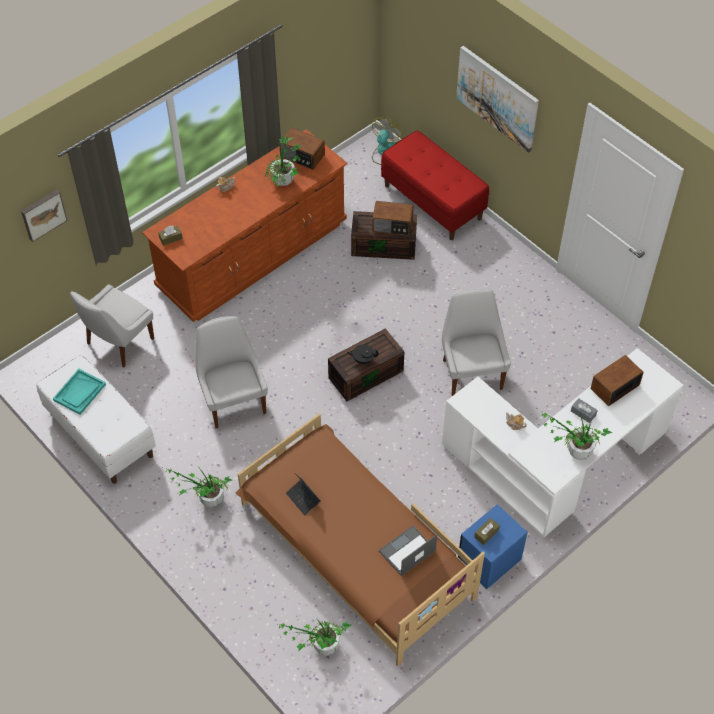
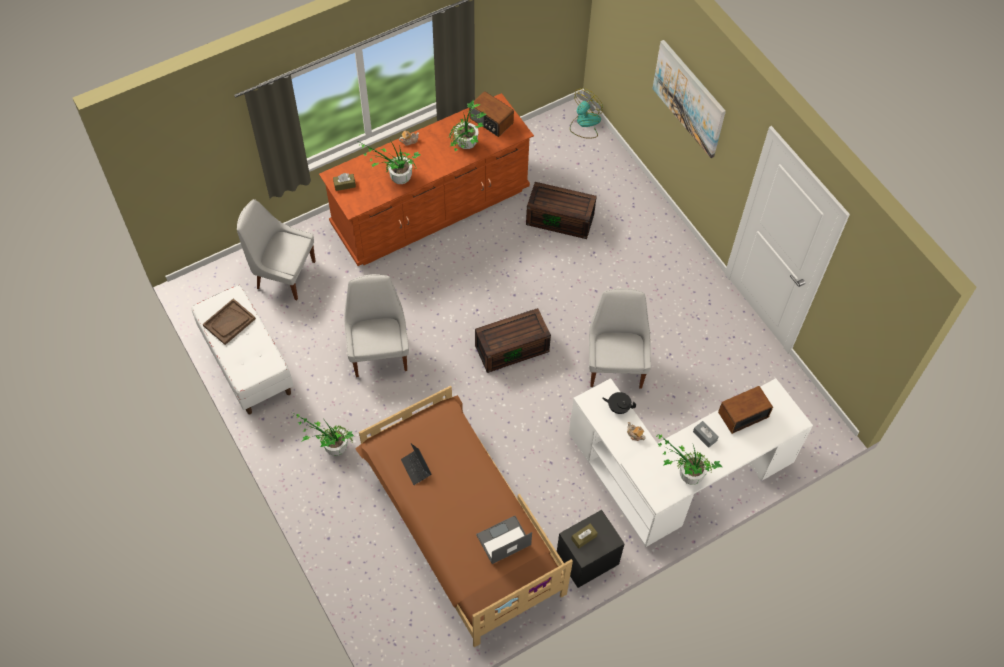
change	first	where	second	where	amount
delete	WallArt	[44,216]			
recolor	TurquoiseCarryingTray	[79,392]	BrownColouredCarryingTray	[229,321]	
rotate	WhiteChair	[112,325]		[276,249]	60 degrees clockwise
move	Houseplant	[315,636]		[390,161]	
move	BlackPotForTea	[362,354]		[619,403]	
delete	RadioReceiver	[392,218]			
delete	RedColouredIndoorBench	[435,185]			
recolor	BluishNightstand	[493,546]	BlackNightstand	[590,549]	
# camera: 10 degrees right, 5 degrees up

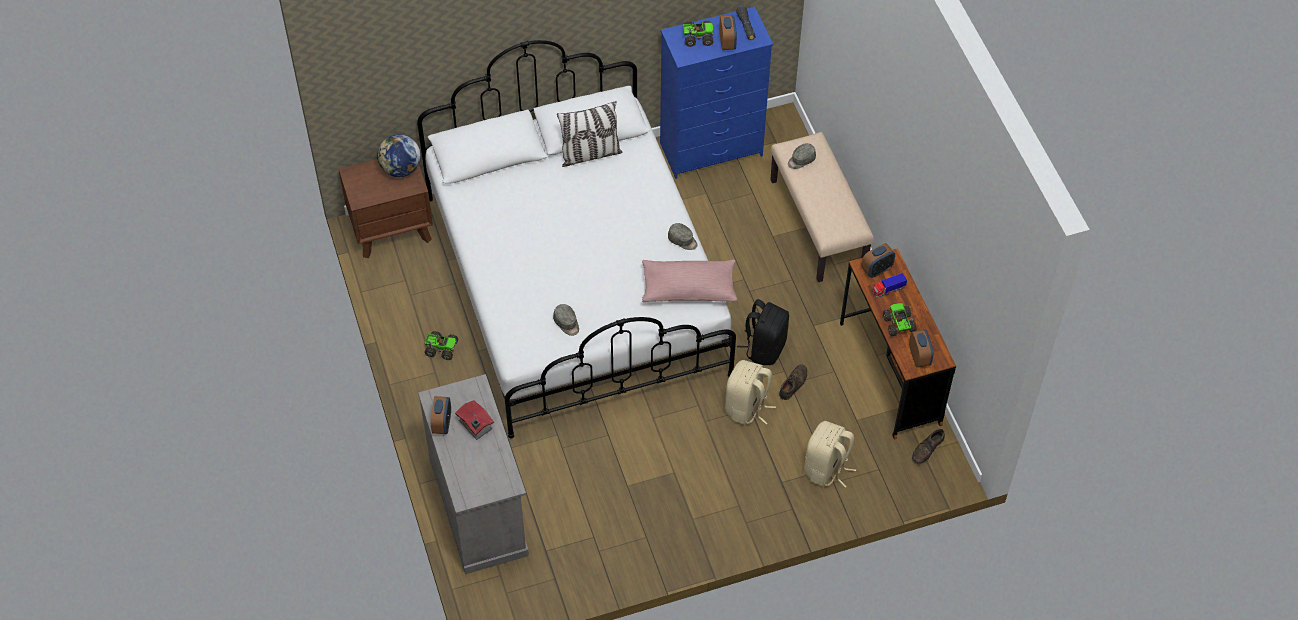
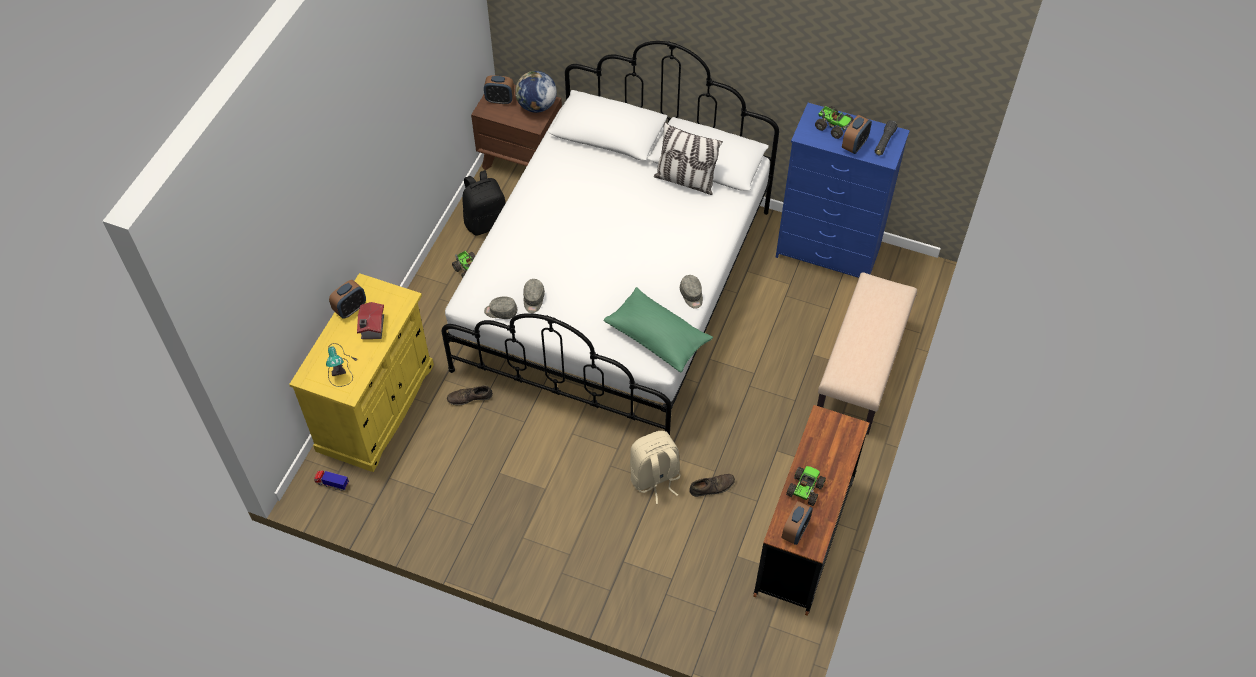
change	first	where	second	where	amount
recolor	GreyishStorageCabinet	[473,474]	YellowishStorageCabinet	[361,372]	
recolor	PinkishCushion	[689,281]	GreenishCushion	[658,330]	
move	BlackKnapsack	[763,332]		[484,203]	
move	GreyishPeakedCap	[802,156]		[500,308]	
delete	BeigeColouredKnapsack	[830,454]			
move	AlarmClock	[878,260]		[499,90]	
move	ToyLorry	[890,285]		[331,480]	
move	BrownColouredItemOfFootwear	[928,446]		[470,395]	
insert			LampForATable	[341,365]	
# camera: 40 degrees right, 0 degrees up

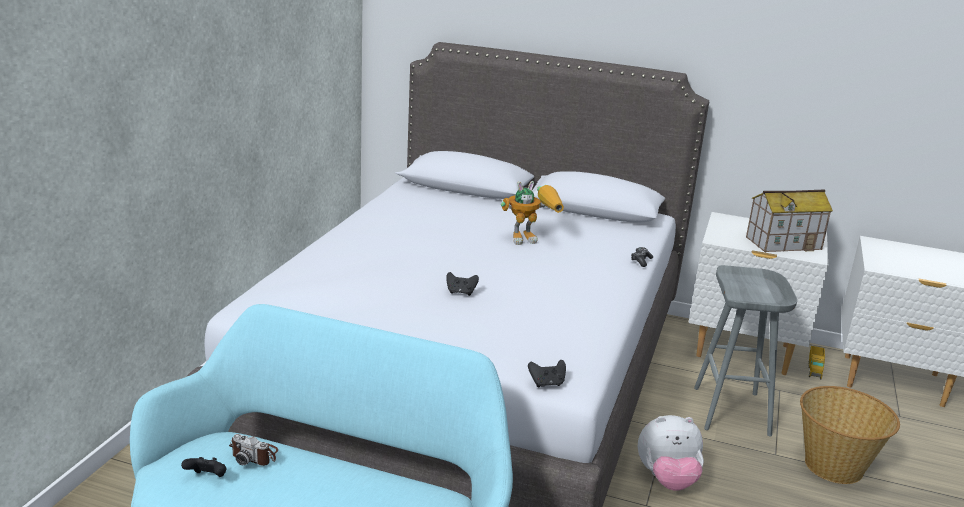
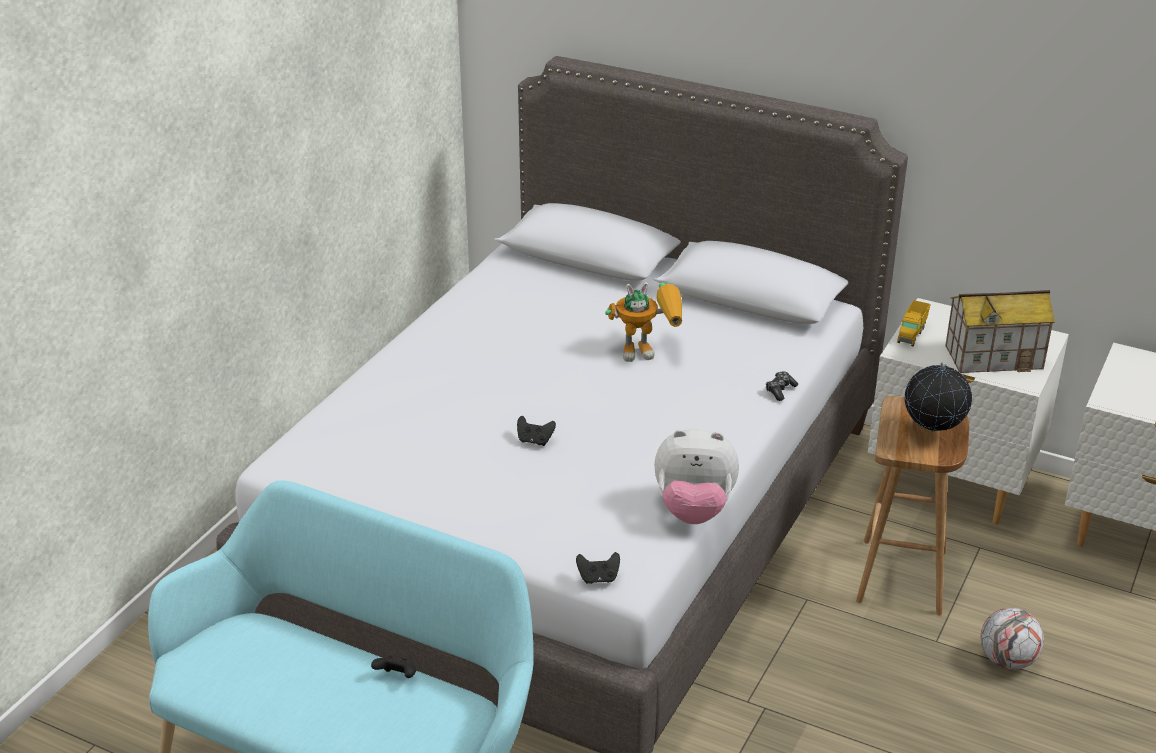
change	first	where	second	where	amount
move	BlackGamepad	[204,467]		[393,666]	
delete	PhotoCamera	[253,450]			
move	PlushToy	[671,453]		[696,476]	
recolor	GreyishStool	[745,351]	BrownColouredStool	[912,505]	
replace	Basket	[850,435]	FootballBall	[1012,639]	
move	ToyLorry	[816,362]		[914,323]	
insert			Globe	[938,397]	
# camera: 10 degrees right, 10 degrees up

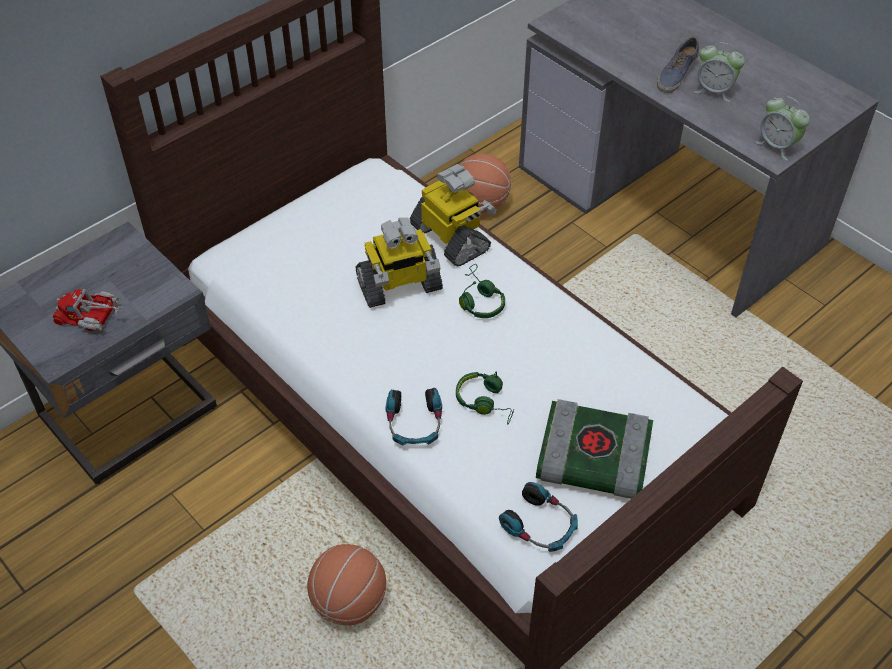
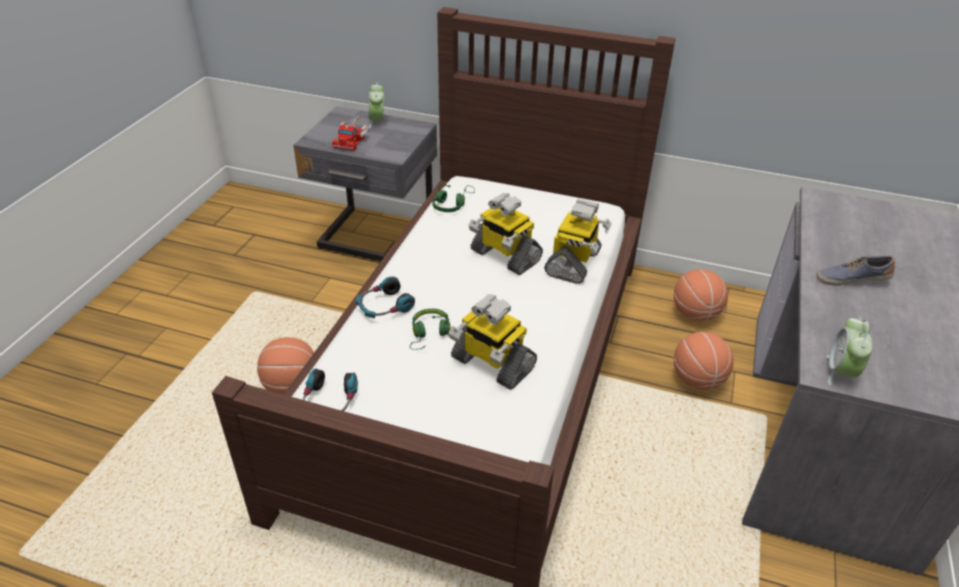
change	first	where	second	where	amount
rotate	ToyLorry	[87,310]		[350,133]	150 degrees counterclockwise
move	GreenishHeadset	[482,291]		[453,198]	
delete	Volume	[594,449]			
move	AlarmClock	[719,72]		[376,105]	
insert			ModelRobot	[492,342]	
insert			Basketball	[703,361]	
# camera: 60 degrees right, 10 degrees down

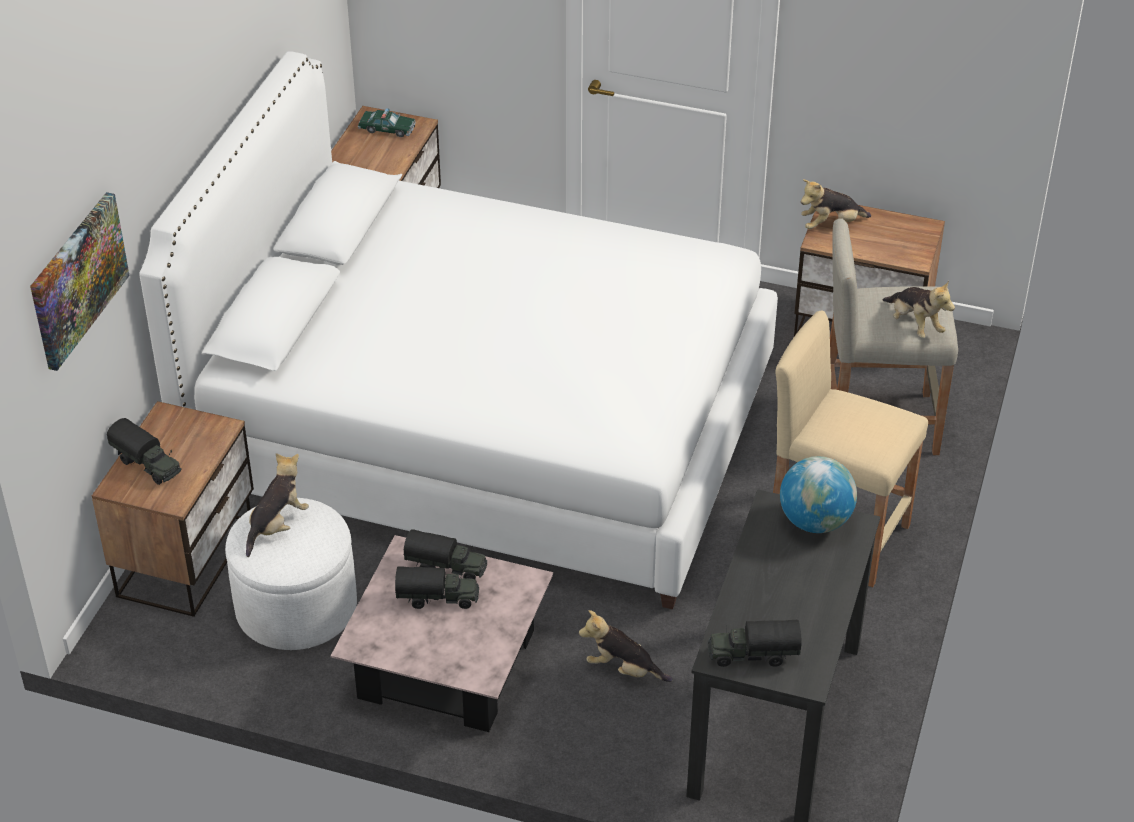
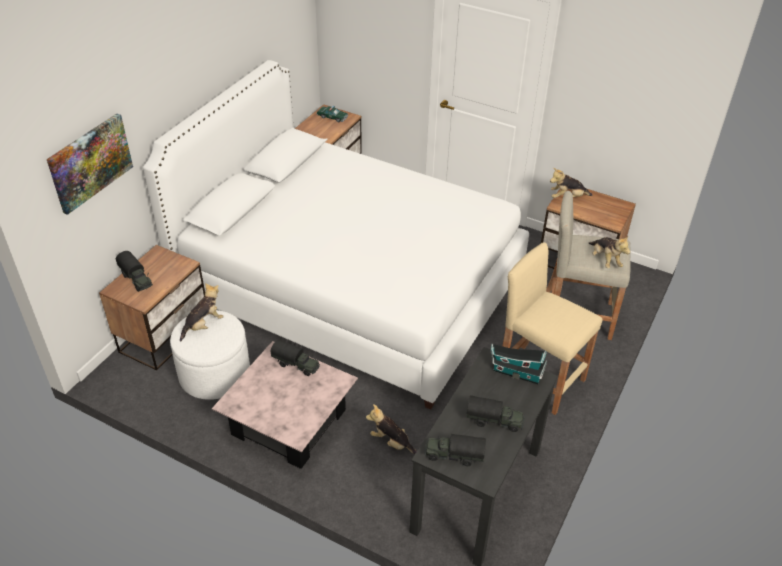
change	first	where	second	where	amount
move	ToyLorry	[437,587]		[495,413]	
replace	Globe	[818,494]	ToyHouse	[519,363]	
# camera: 10 degrees right, 0 degrees up

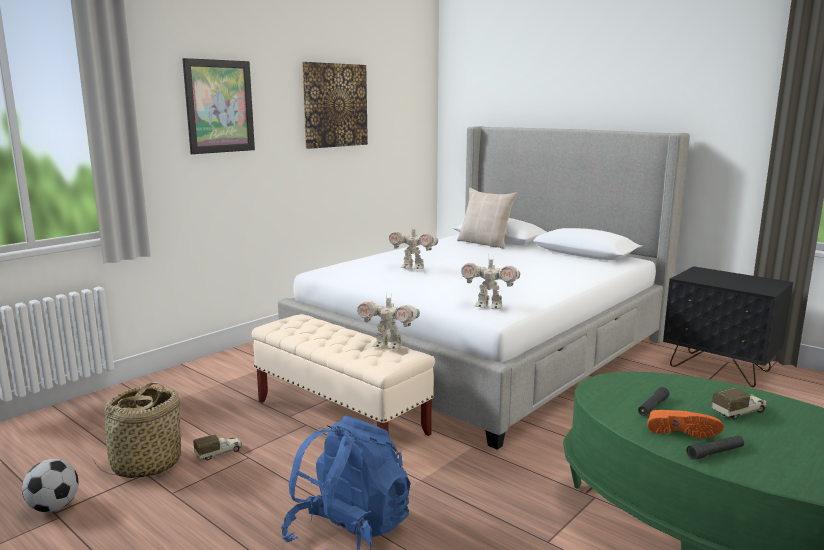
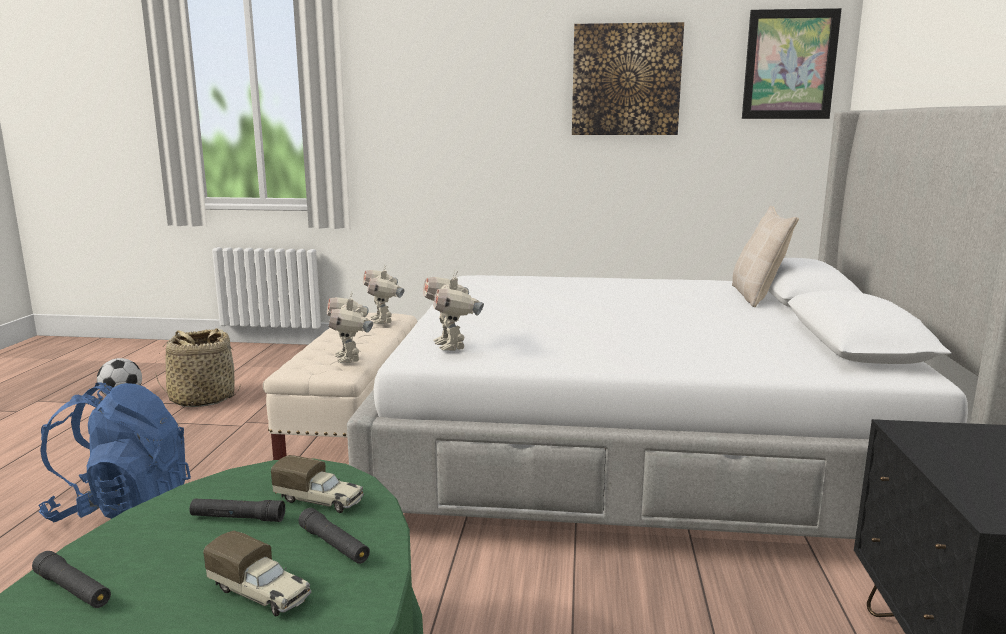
change	first	where	second	where	amount
move	WallArt	[218,106]		[792,63]	
move	ToyLorry	[217,447]		[317,484]	
move	ModelRobot	[413,248]		[384,295]	
delete	OrangeyItemOfFootwear	[685,424]			
insert			BlackHandTorch	[334,536]	
# camera: 55 degrees right, 0 degrees up

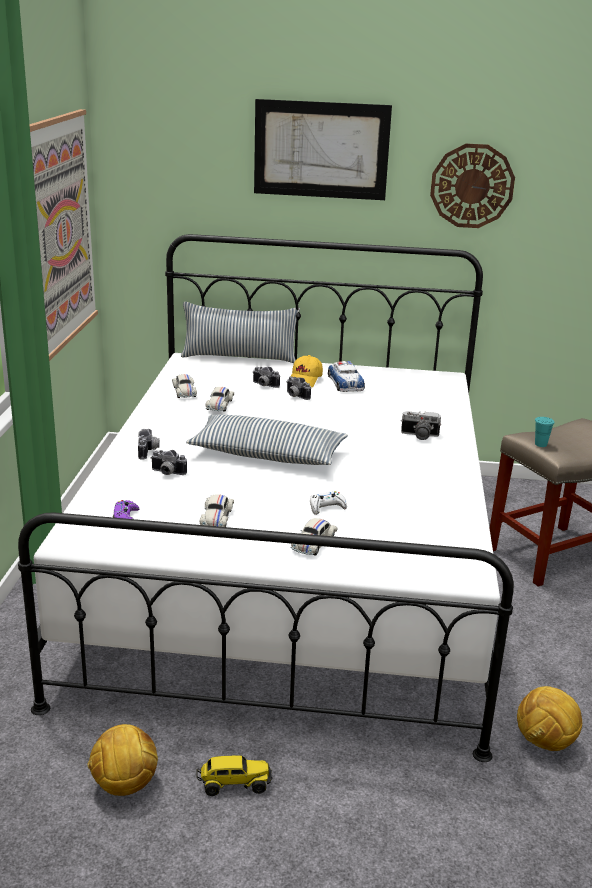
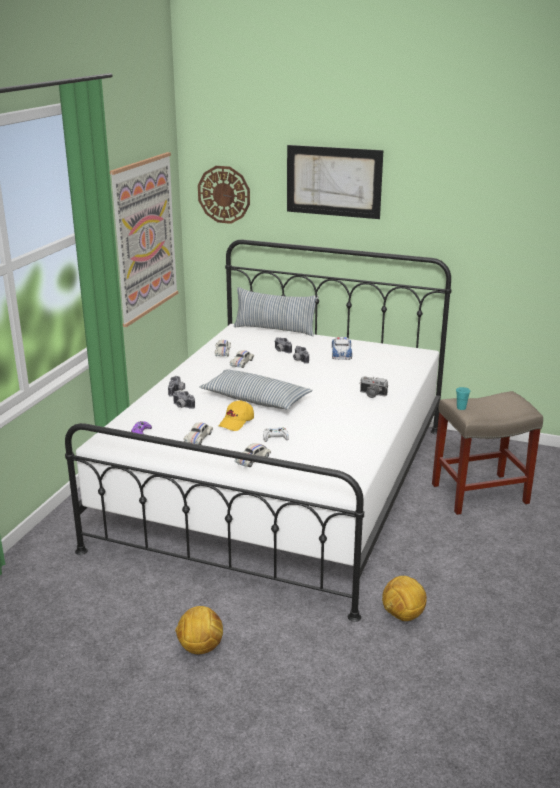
change	first	where	second	where	amount
move	FootballBall	[122,760]		[199,630]	
delete	ToyLorry	[234,775]			
move	YellowishPeakedCap	[307,371]		[236,415]	
move	WallClock	[472,186]		[224,195]	
# camera: 15 degrees right, 0 degrees up

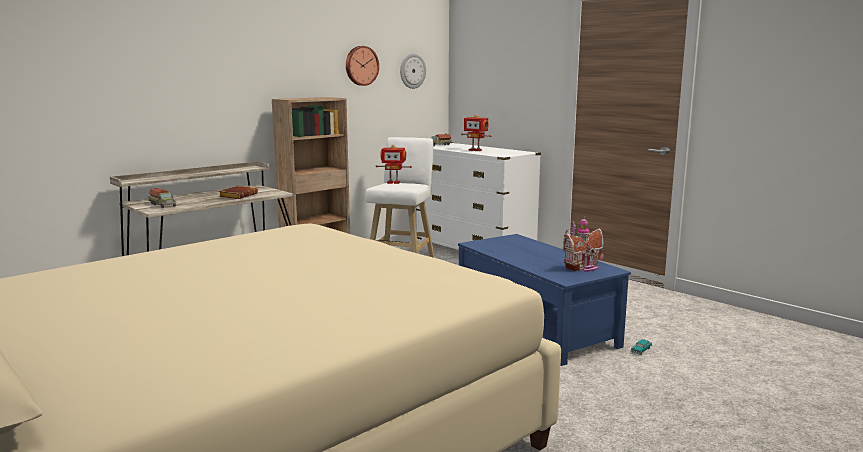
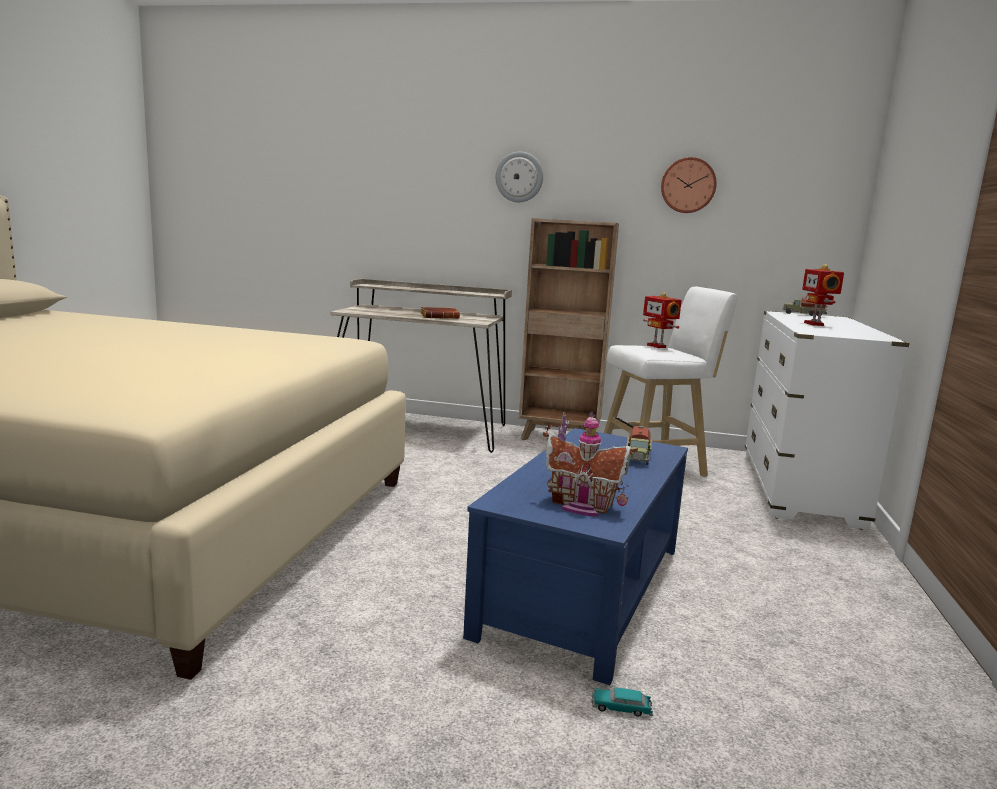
change	first	where	second	where	amount
move	ToyLorry	[162,197]		[639,445]	
move	WallClock	[413,71]		[519,177]	
# camera: 55 degrees right, 0 degrees up

